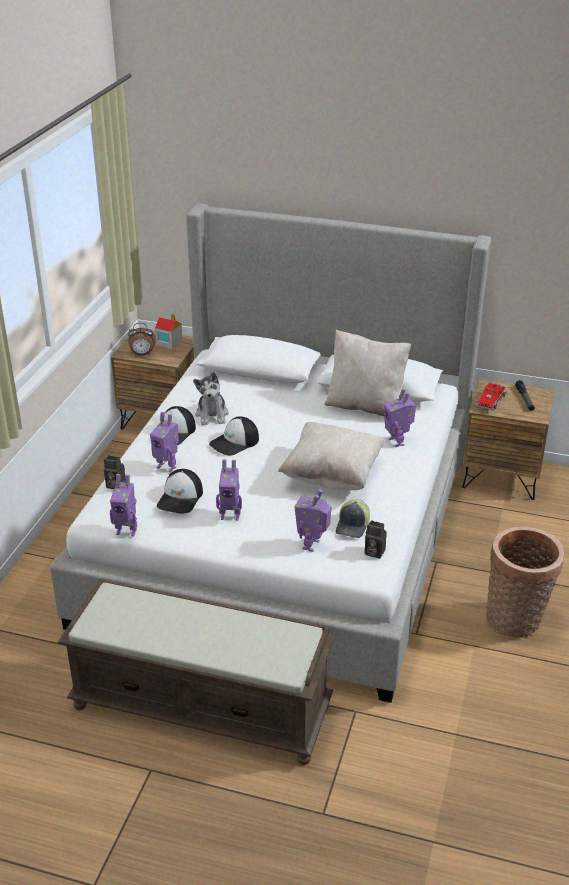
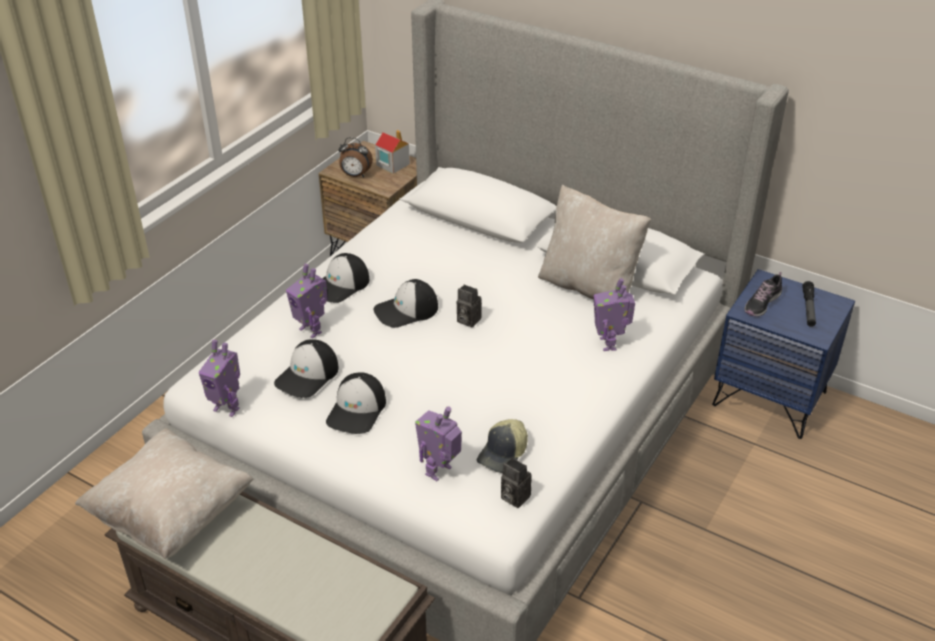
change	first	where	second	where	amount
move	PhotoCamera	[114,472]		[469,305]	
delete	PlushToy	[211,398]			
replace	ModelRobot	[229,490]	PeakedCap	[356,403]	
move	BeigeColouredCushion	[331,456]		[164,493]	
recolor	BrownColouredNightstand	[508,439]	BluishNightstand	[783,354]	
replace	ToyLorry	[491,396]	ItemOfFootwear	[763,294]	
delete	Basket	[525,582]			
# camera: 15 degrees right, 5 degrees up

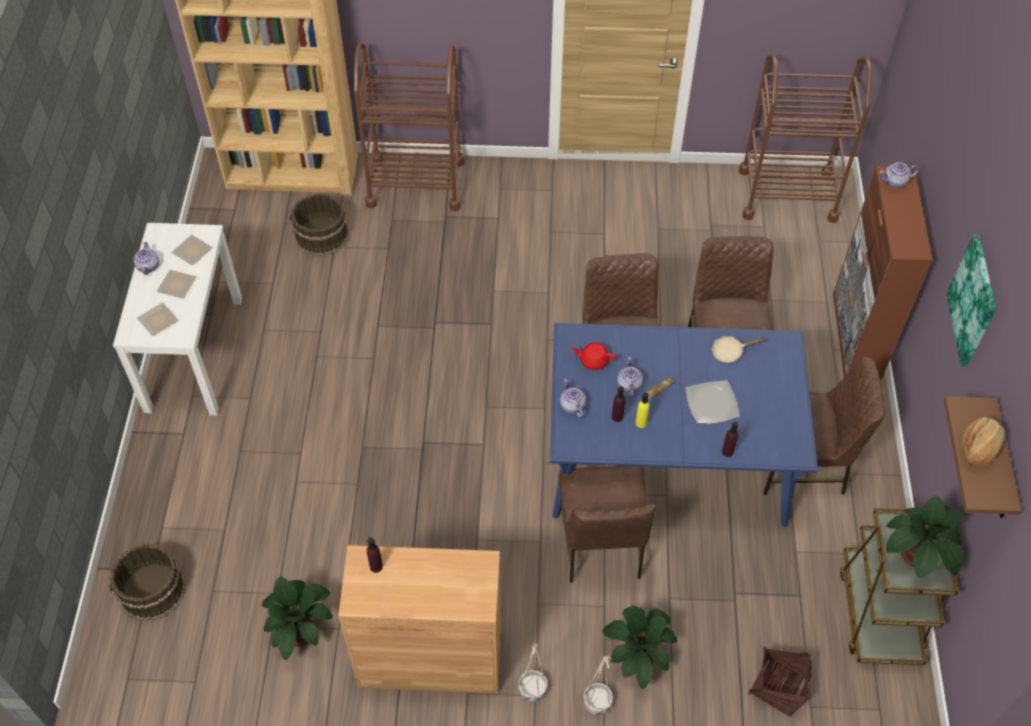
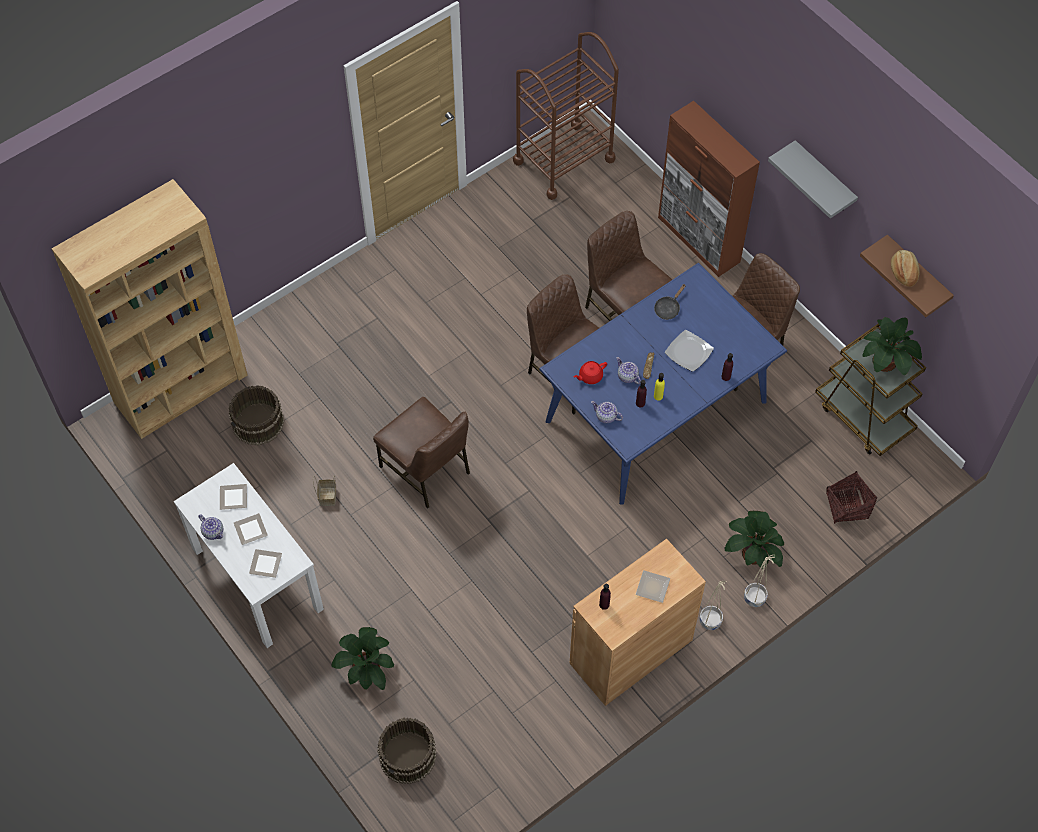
change	first	where	second	where	amount
move	Houseplant	[297,618]		[363,658]	
delete	BrownColouredCart	[409,127]			
move	BrownColouredChair	[607,524]		[421,452]	
recolor	BeigeColouredPan	[738,349]	BlackPan	[669,302]	
delete	PotForTea	[899,175]			
replace	WallArt	[971,300]	GreyishBracketShelf	[813,179]	
insert			Basket	[324,490]	
insert			DinnerPlate	[653,586]	
# camera: 40 degrees left, 5 degrees up

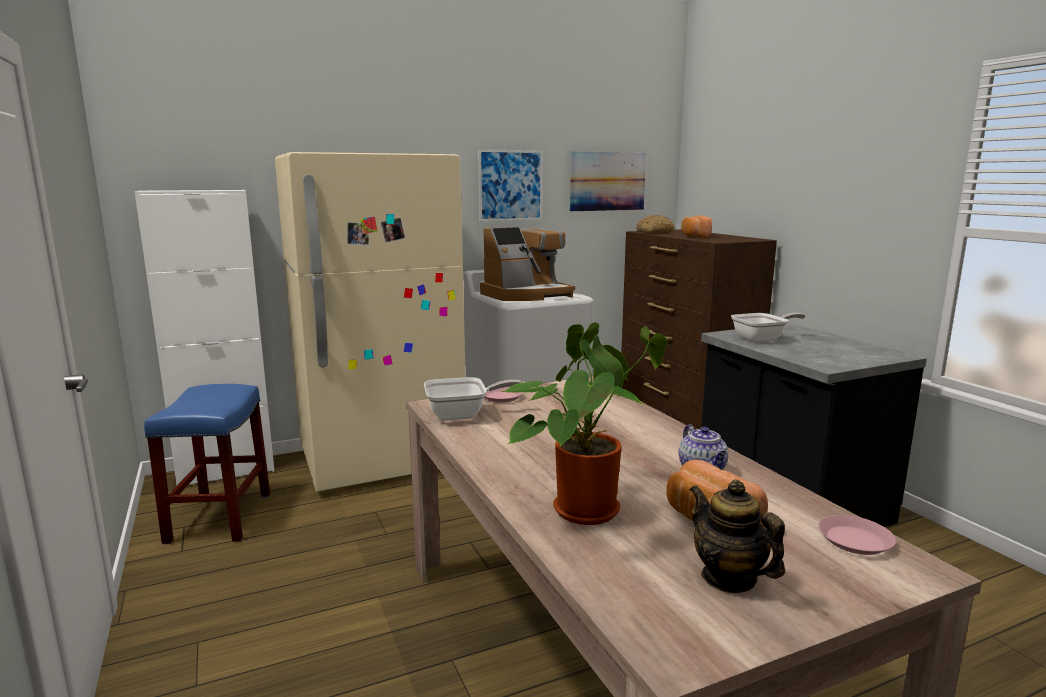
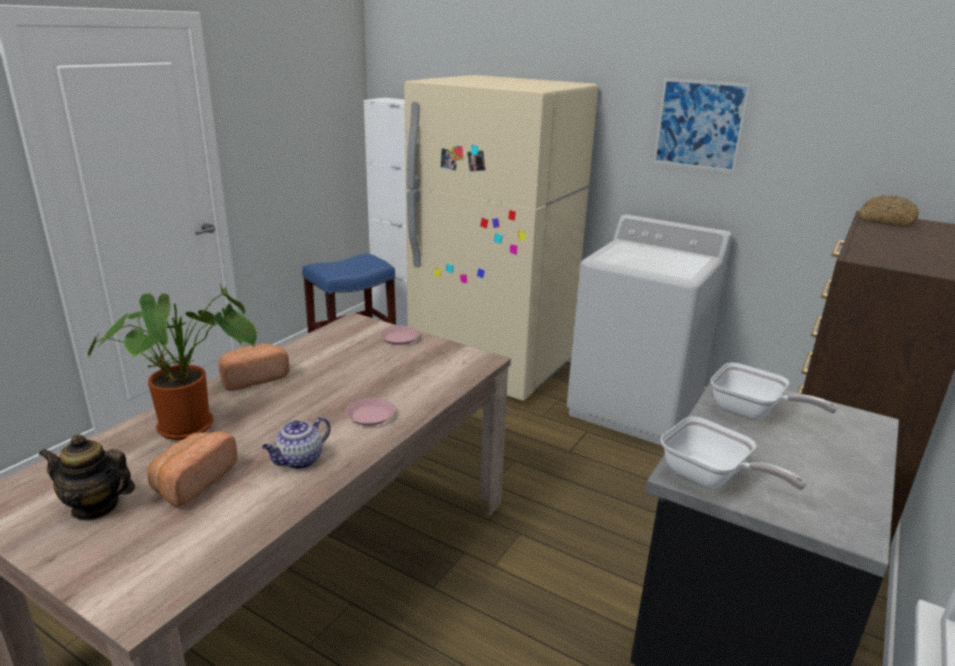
change	first	where	second	where	amount
move	Pan	[474,399]		[733,453]	
delete	CoffeeMaker	[527,264]			
delete	WallArt	[608,181]			
move	BakedBread	[696,226]		[254,367]	
rotate	PotForTea	[737,536]		[87,477]	105 degrees counterclockwise
move	PinkishDinnerPlate	[857,535]		[370,412]	
# camera: 55 degrees right, 10 degrees up

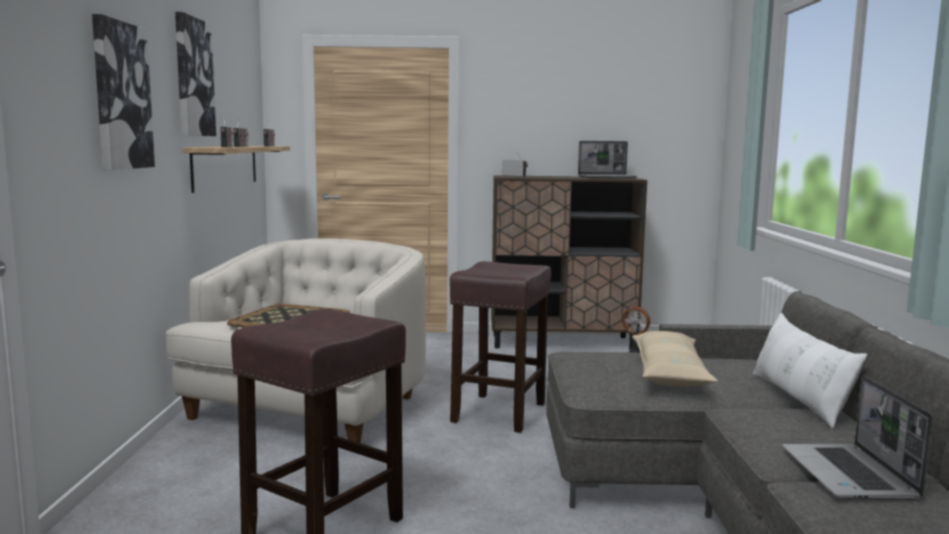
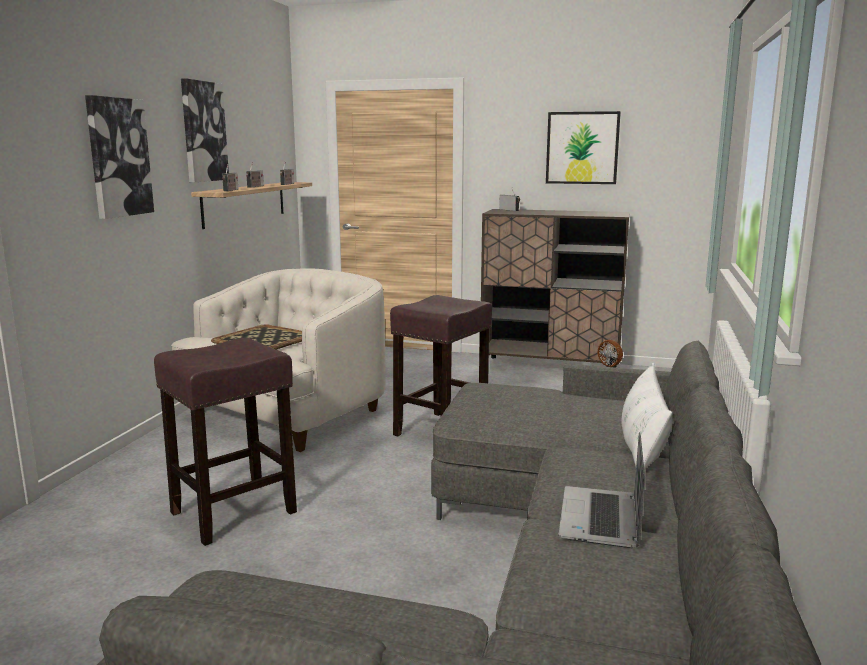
change	first	where	second	where	amount
delete	Laptop	[607,160]			
delete	BeigeColouredCushion	[675,359]			
insert			WallArt	[583,147]	
# camera: 15 degrees right, 5 degrees up

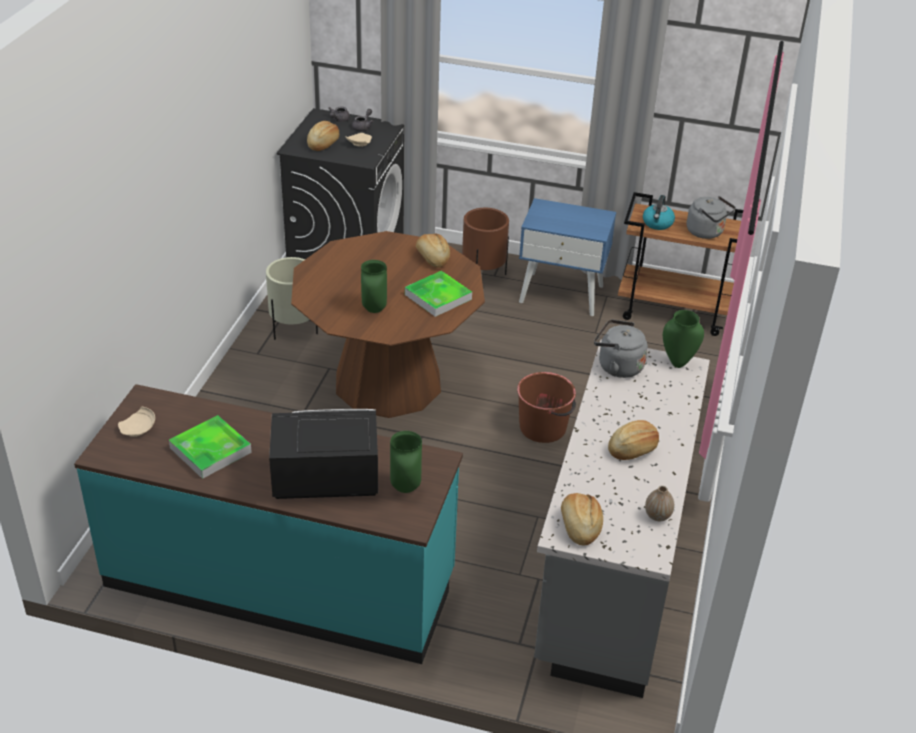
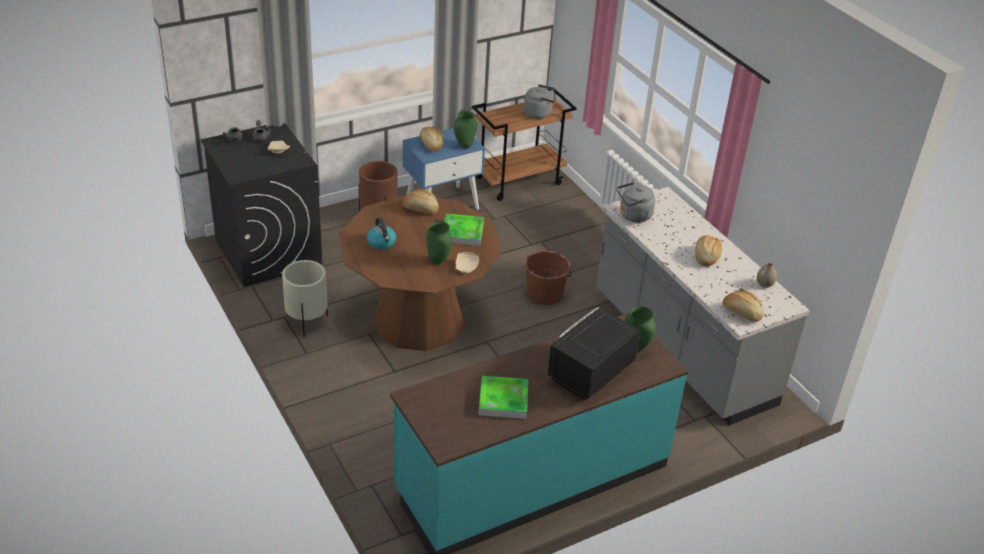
change	first	where	second	where	amount
move	BeigeColouredDinnerPlate	[136,422]		[467,262]	
move	BakedBread	[323,136]		[431,139]	
move	WaterKettle	[659,212]		[381,233]	
move	GreenishVase	[683,339]		[465,130]	
# camera: 45 degrees left, 0 degrees up

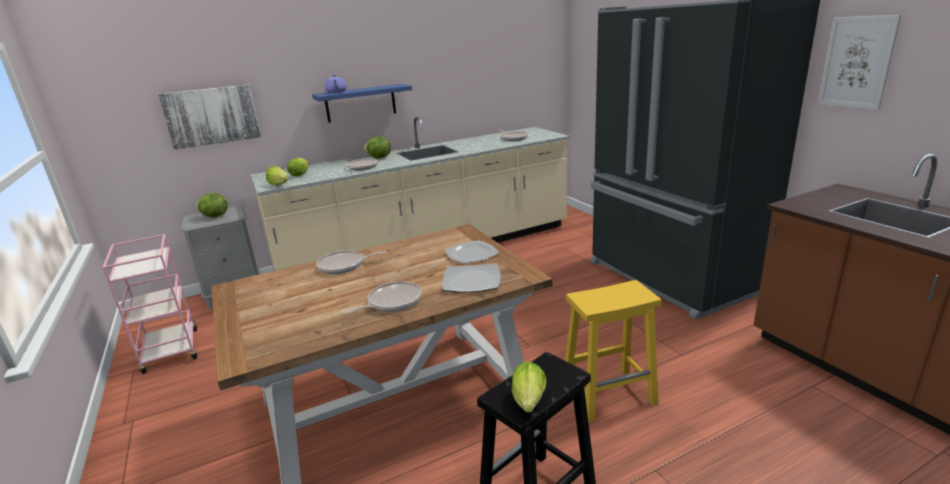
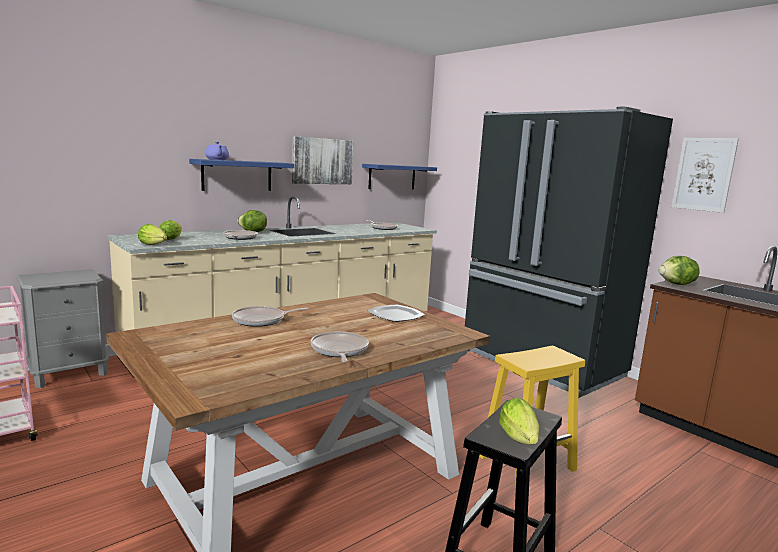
change	first	where	second	where	amount
move	WallArt	[209,117]		[323,160]	
move	LettuceHead	[212,205]		[679,270]	
rotate	Pan	[383,297]		[340,346]	45 degrees counterclockwise
delete	DinnerPlate	[471,278]			
insert			BluishBracketShelf	[399,176]	
# camera: 15 degrees left, 10 degrees down

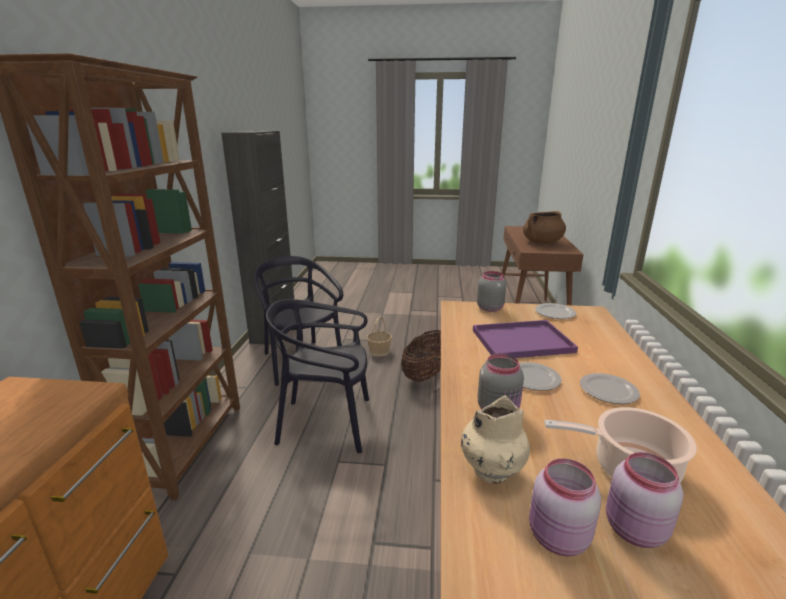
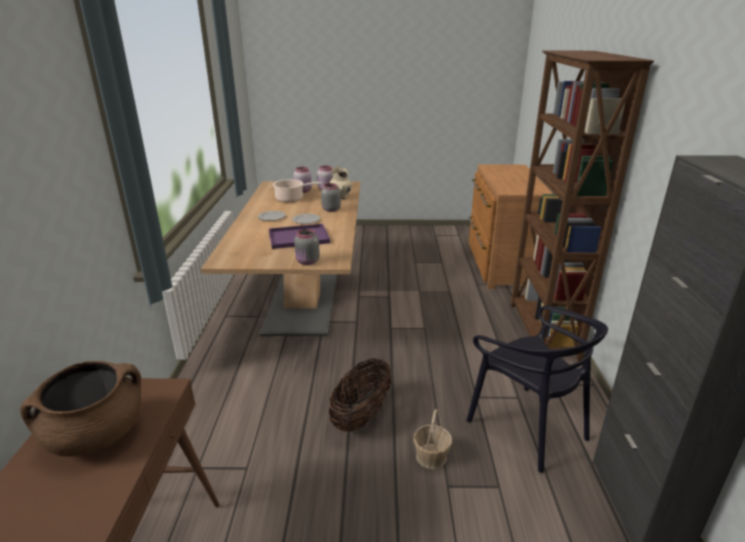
change	first	where	second	where	amount
delete	BlackChair	[317,376]			
delete	DinnerPlate	[555,311]			
# camera: 175 degrees right, 5 degrees up

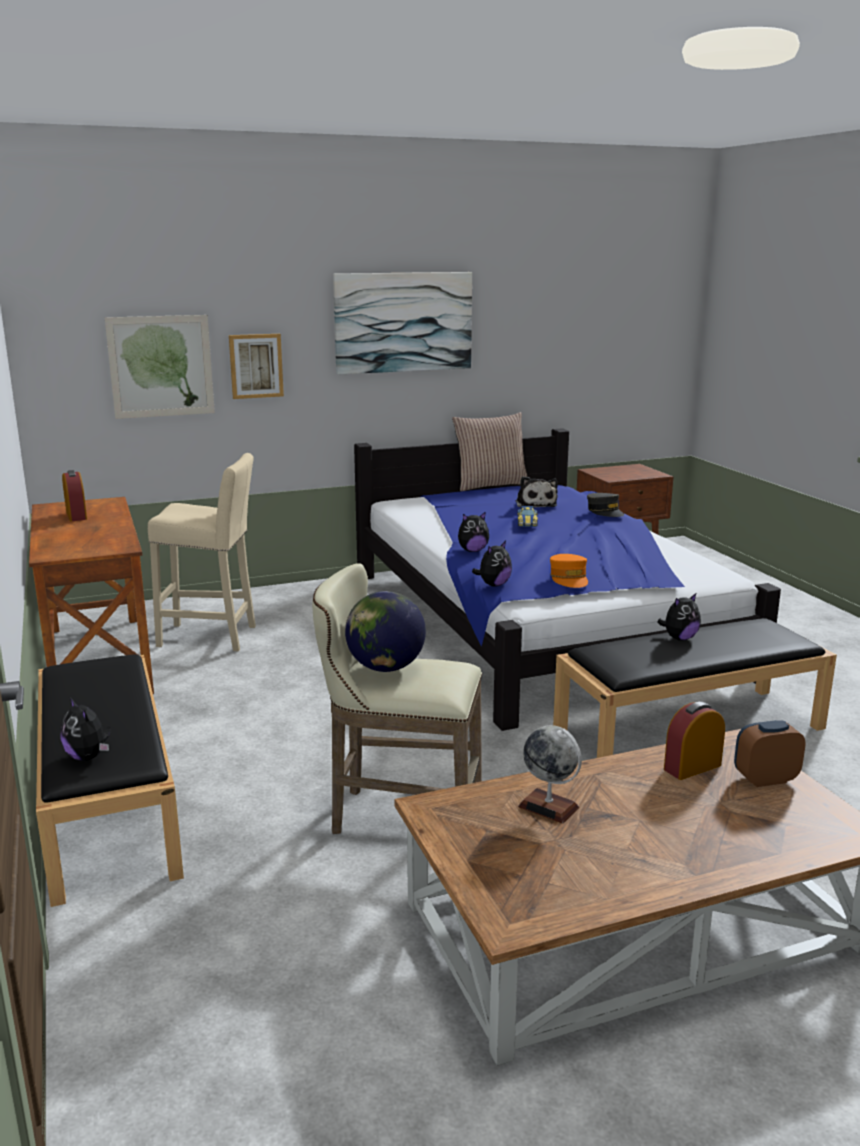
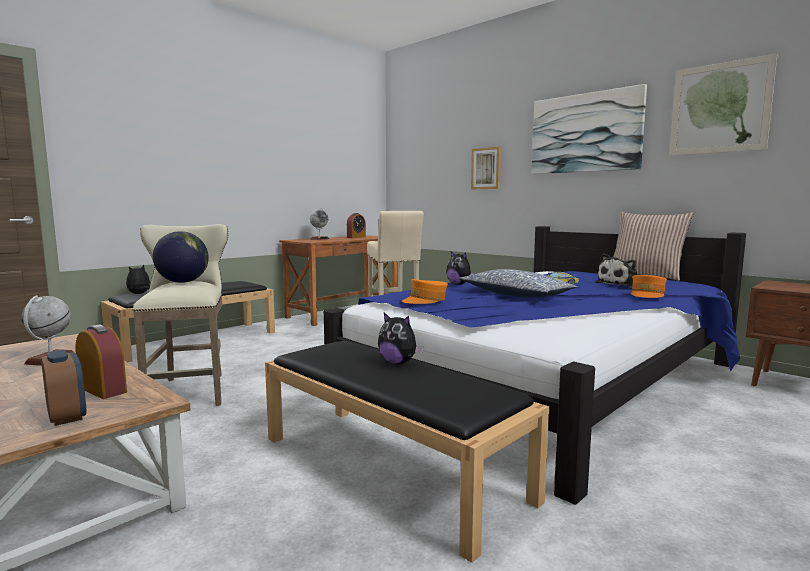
change	first	where	second	where	amount
move	WallArt	[160,367]		[723,105]	
delete	PlushToy	[492,564]			
recolor	GreyishPeakedCap	[605,505]	OrangeyPeakedCap	[649,286]	
insert			Globe	[319,224]	
insert			Cushion	[518,283]	
# camera: 65 degrees right, 10 degrees down

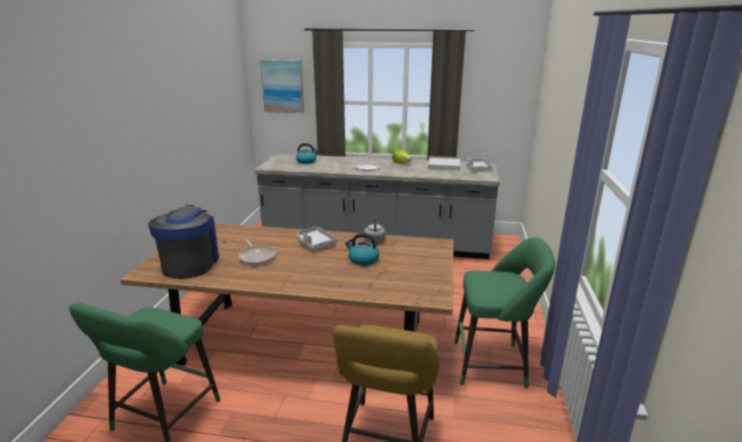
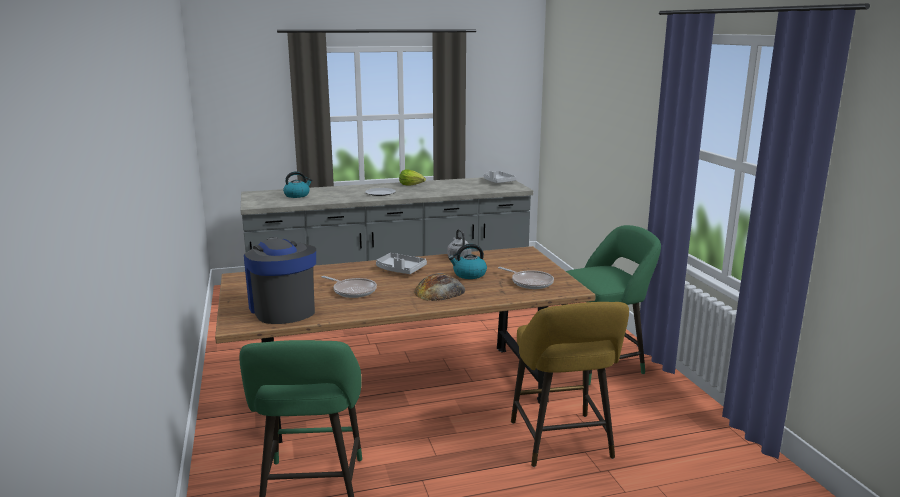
change	first	where	second	where	amount
delete	WallArt	[282,86]			
delete	WhiteCarryingTray	[444,163]			
insert			BakedBread	[440,287]	
insert			Pan	[526,278]	
# camera: 25 degrees left, 5 degrees down

